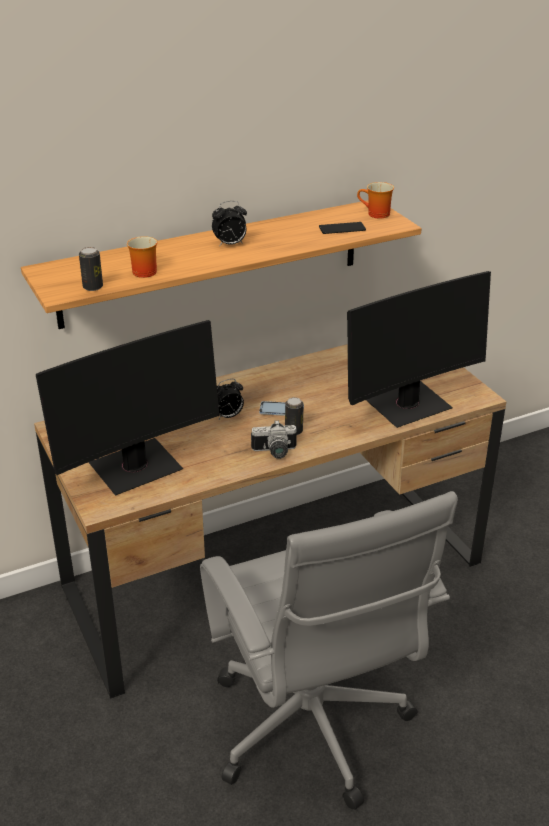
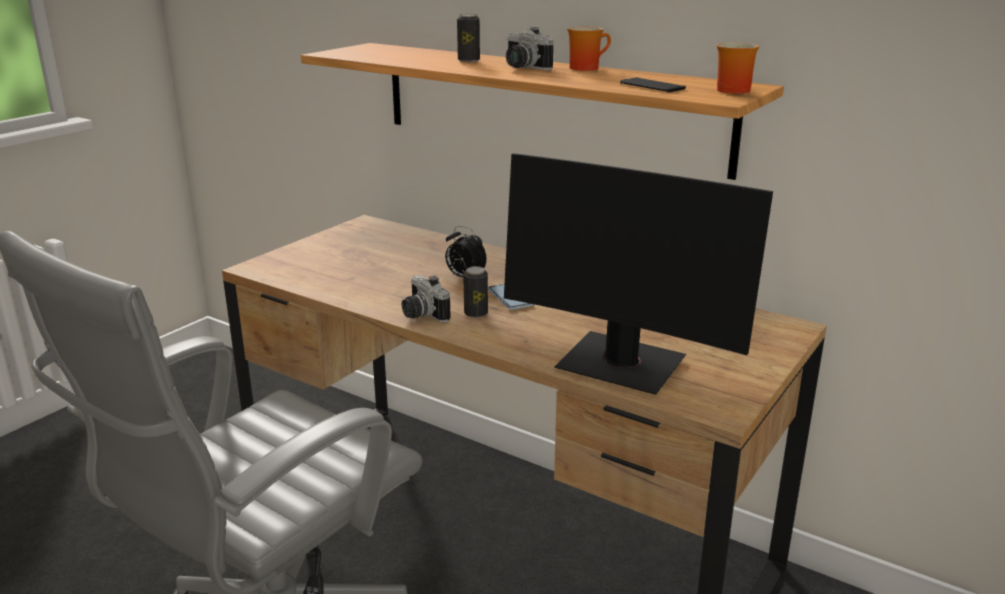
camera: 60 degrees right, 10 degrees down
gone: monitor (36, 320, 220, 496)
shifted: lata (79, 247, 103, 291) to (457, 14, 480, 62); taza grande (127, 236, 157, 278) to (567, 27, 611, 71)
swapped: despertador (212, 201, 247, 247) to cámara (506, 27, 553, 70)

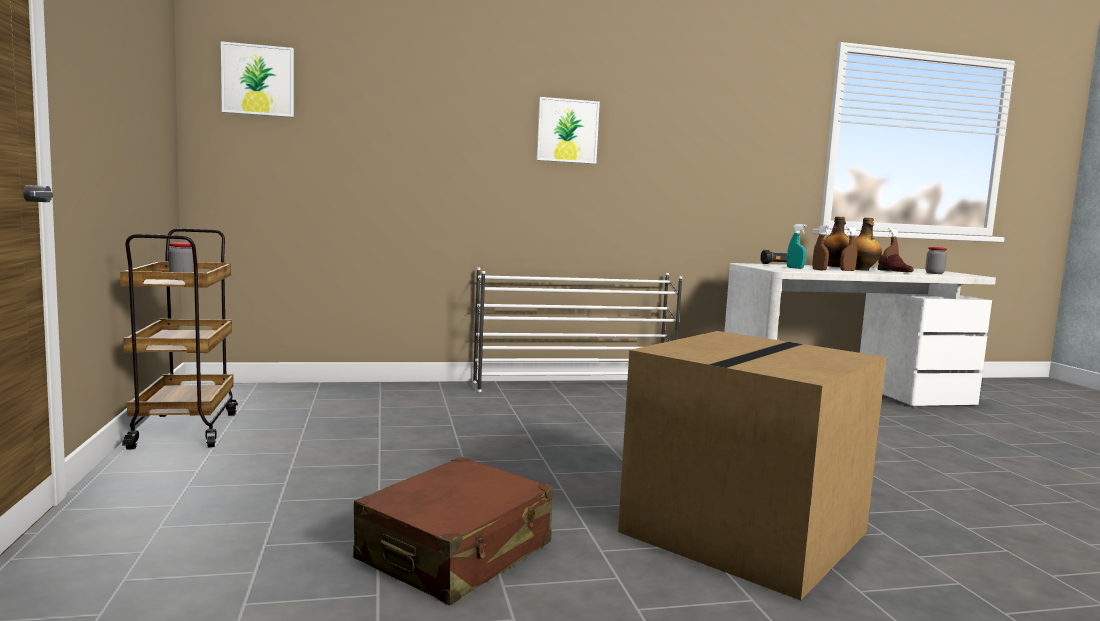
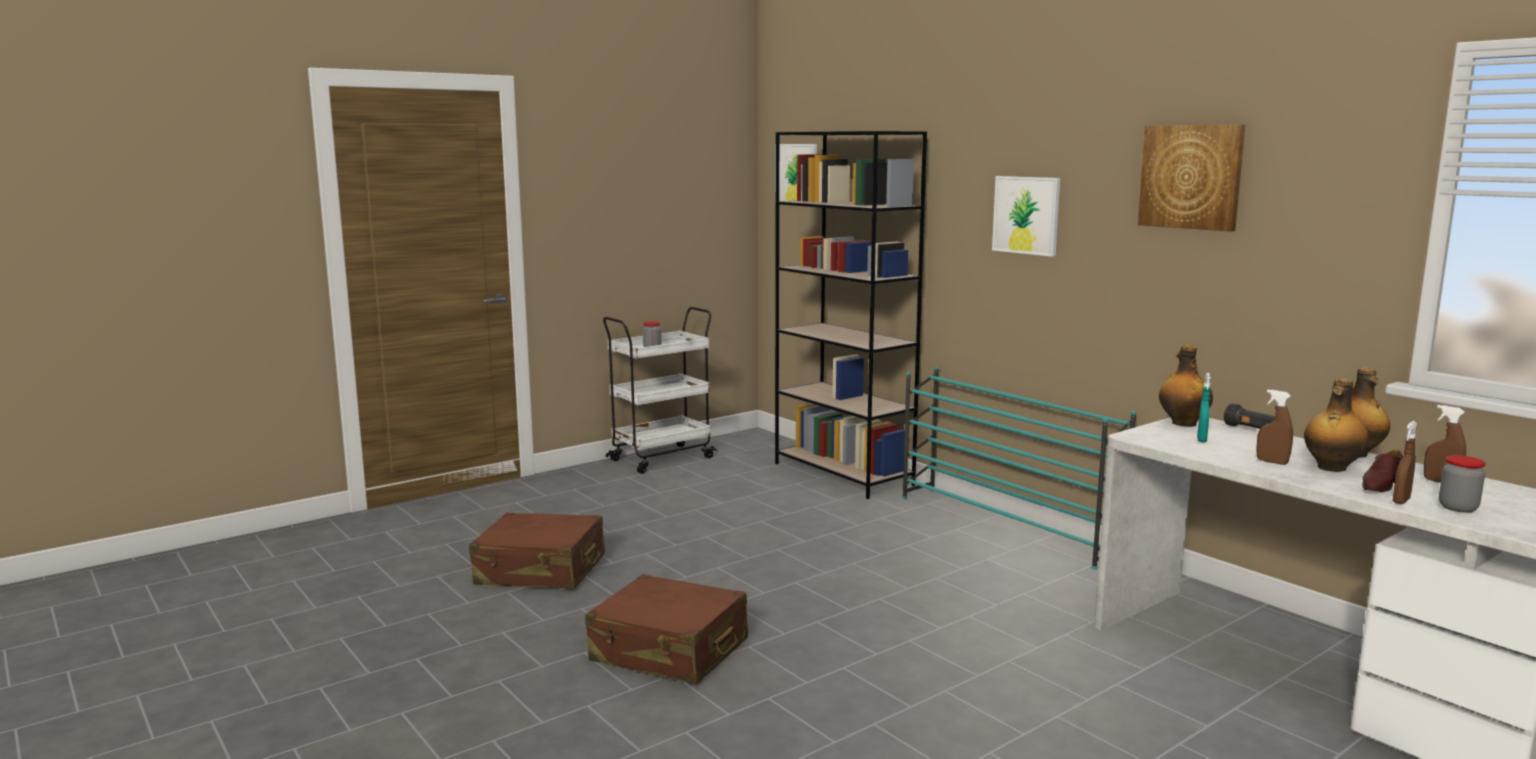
camera: 65 degrees right, 5 degrees up
new: estantería (beis) (775, 131, 927, 499); cuadro (1138, 124, 1245, 232); botella (1159, 345, 1213, 427)
shifted: pulverizador (marrón) (812, 225, 830, 270) to (1393, 421, 1417, 504)
swapped: caja de cartón (618, 331, 886, 600) to maleta (marrón) (585, 574, 748, 684)
repainted: carrito (marrón) (120, 229, 238, 450) to carrito (blanco) (603, 307, 717, 474); zapatero (blanco) (473, 268, 682, 392) to zapatero (turquesa) (902, 367, 1136, 570)

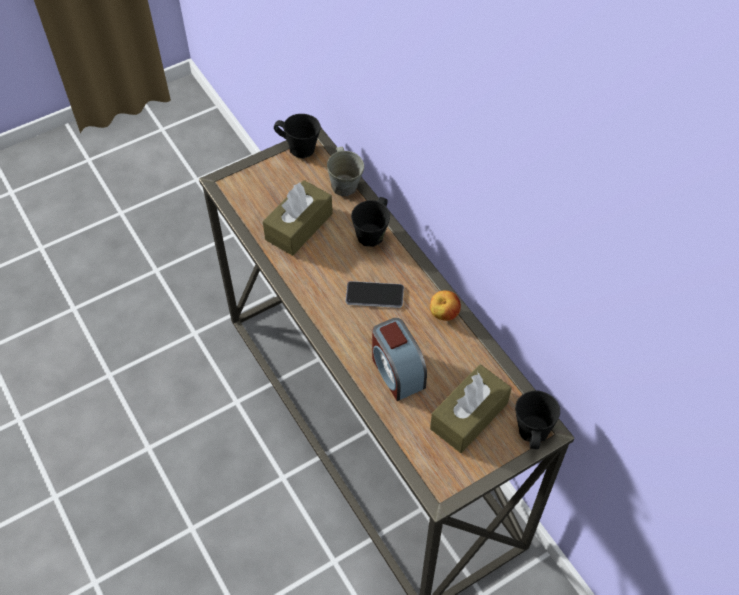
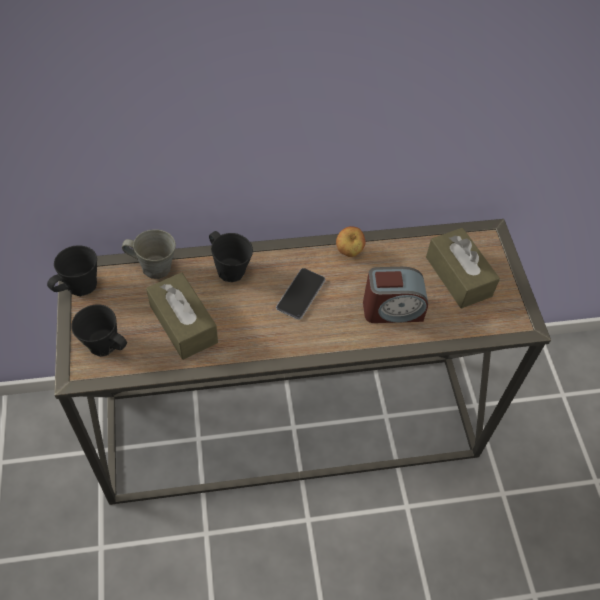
camera: 70 degrees left, 0 degrees up
shifted: taza grande (negro) (515, 391, 560, 449) to (71, 304, 127, 357)

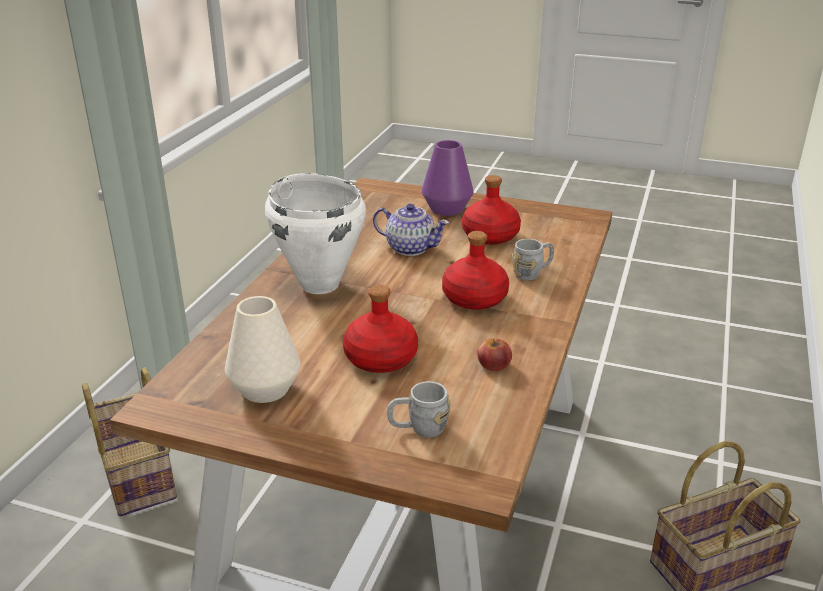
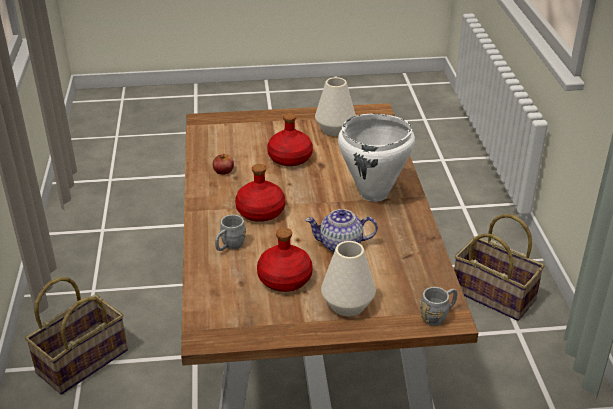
camera: 155 degrees right, 5 degrees up
shifted: taza grande (gris) (387, 381, 450, 438) to (420, 287, 457, 326)
repainted: florero (morado) (422, 140, 474, 216) to florero (blanco) (321, 241, 376, 316)

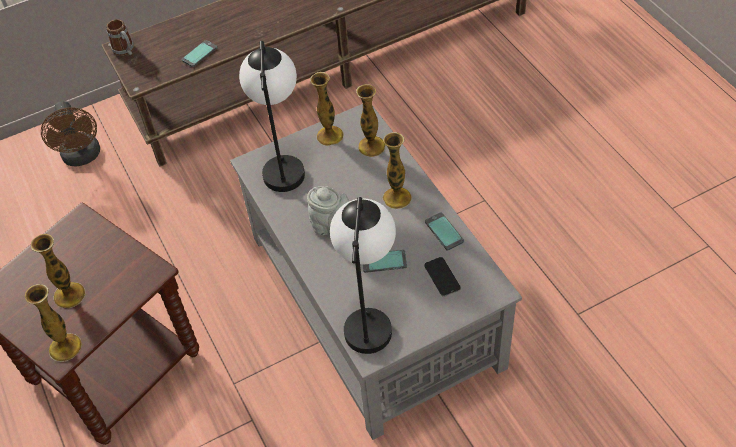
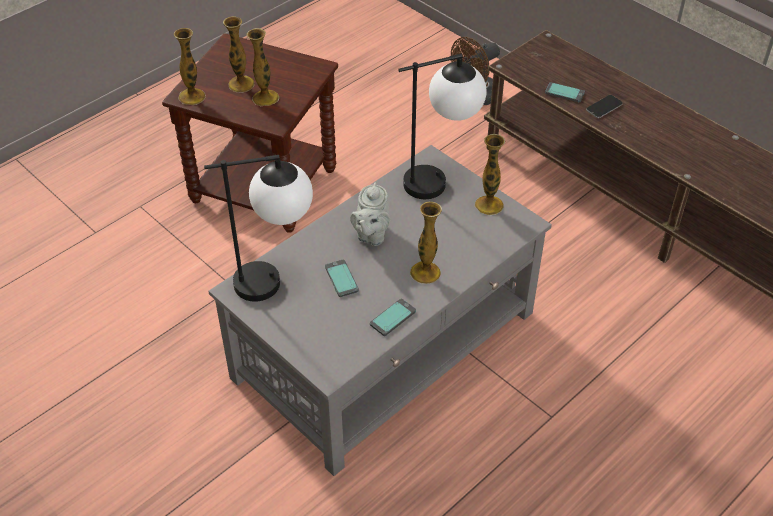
camera: 70 degrees right, 5 degrees down
gone: taza grande (106, 19, 134, 56)
shifted: florero (356, 84, 385, 157) to (247, 28, 279, 106); móvil (424, 257, 461, 297) to (586, 95, 623, 118)

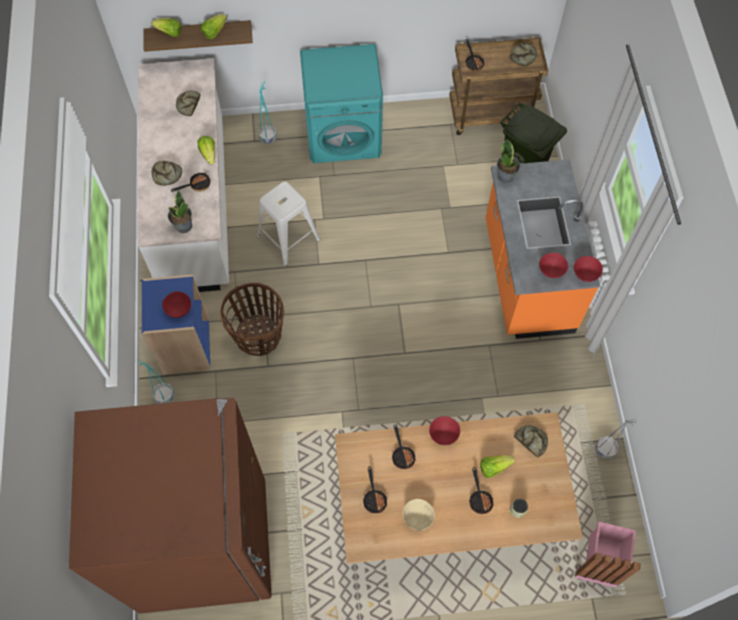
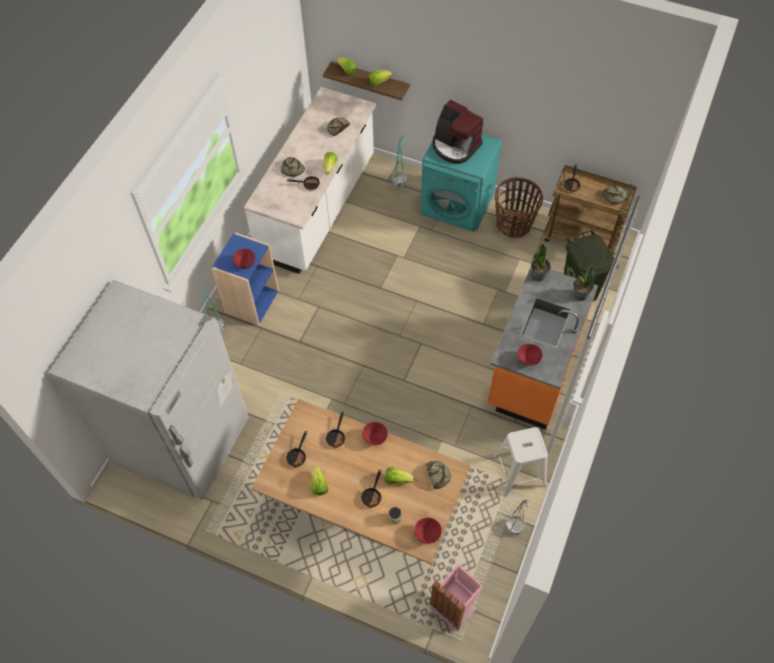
camera: 30 degrees right, 5 degrees down
new: cafetera (432, 100, 483, 164)
shifted: cuenco (rojo) (574, 256, 603, 282) to (414, 517, 442, 544); taburete (blanco) (257, 181, 320, 266) to (492, 427, 548, 496); cesta (220, 283, 284, 356) to (495, 177, 543, 238); planta en maceta (168, 190, 192, 233) to (573, 265, 596, 301)
swapped: cuenco (beis) (402, 499, 435, 531) to lechuga (311, 466, 328, 495)
repainted: nevera (marrón) (69, 398, 272, 614) to nevera (blanco) (48, 280, 249, 500)

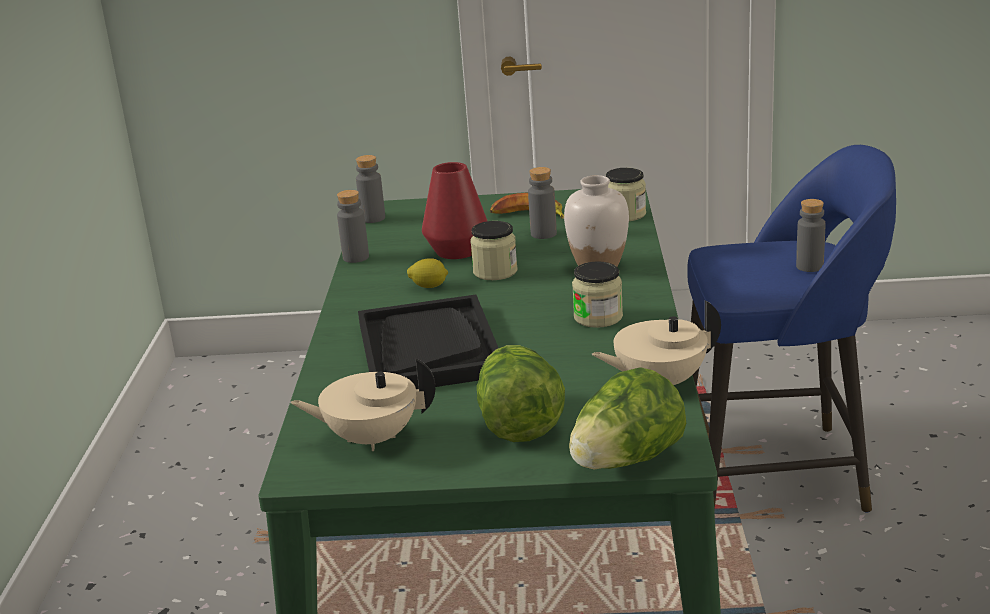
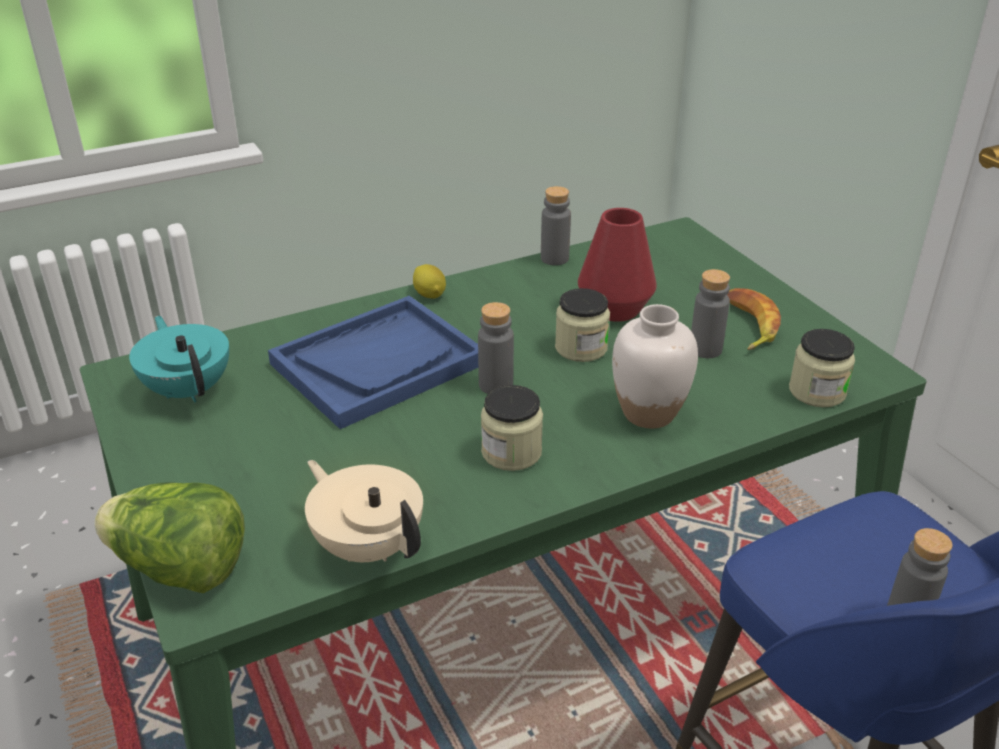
camera: 60 degrees right, 10 degrees up
gone: lechuga (477, 345, 565, 442)
shifted: limón (407, 258, 448, 288) to (413, 264, 446, 299); botella (gris) (356, 155, 385, 223) to (478, 302, 514, 394)
repainted: tetera (beis) (290, 358, 435, 451) to tetera (turquesa) (129, 316, 229, 402); bandeja (negro) (358, 294, 498, 389) to bandeja (azul) (268, 296, 478, 429)

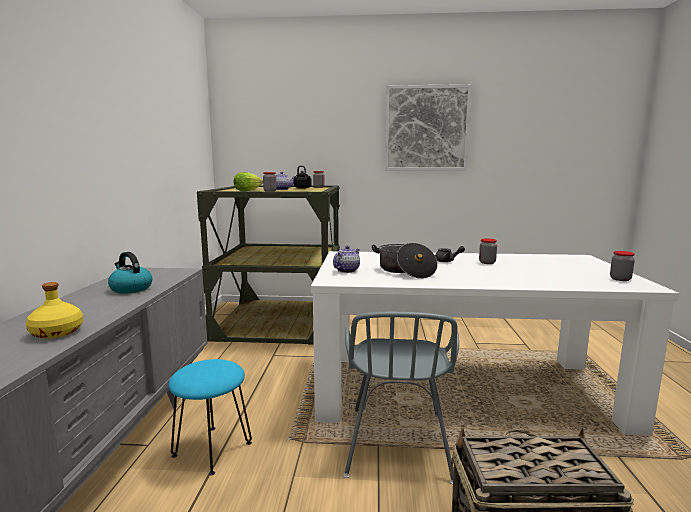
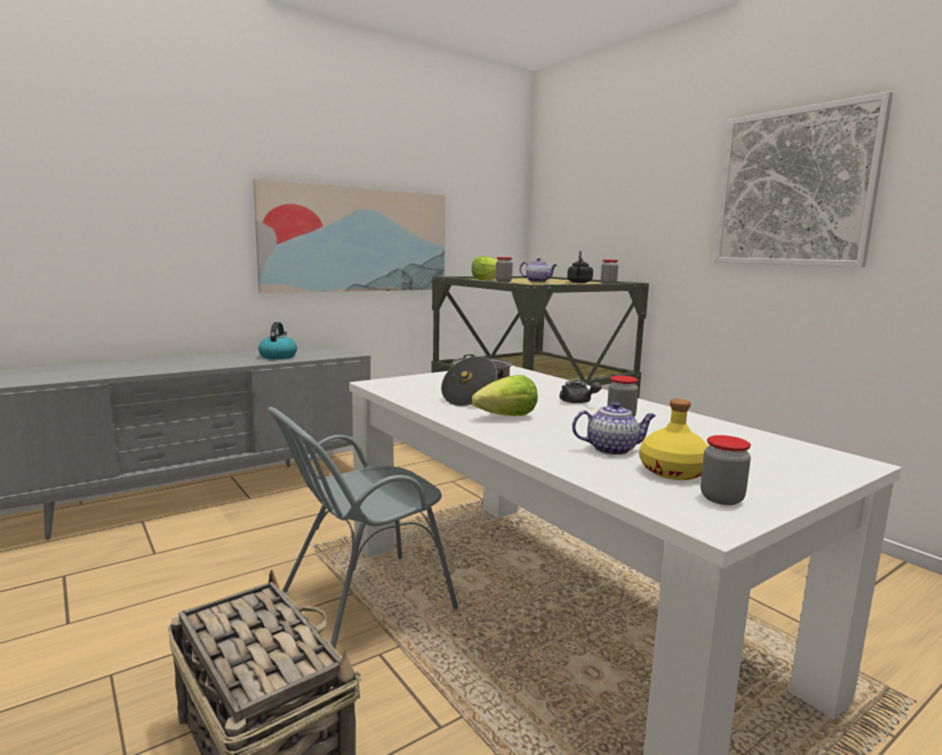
camera: 50 degrees right, 0 degrees up
gone: taburete (turquesa) (168, 359, 252, 476)
new: cuadro (253, 178, 445, 293); lechuga (472, 375, 538, 416)
shifted: tetera (333, 246, 360, 273) to (572, 401, 656, 455); botella (amarillo) (26, 282, 83, 339) to (640, 399, 708, 480)

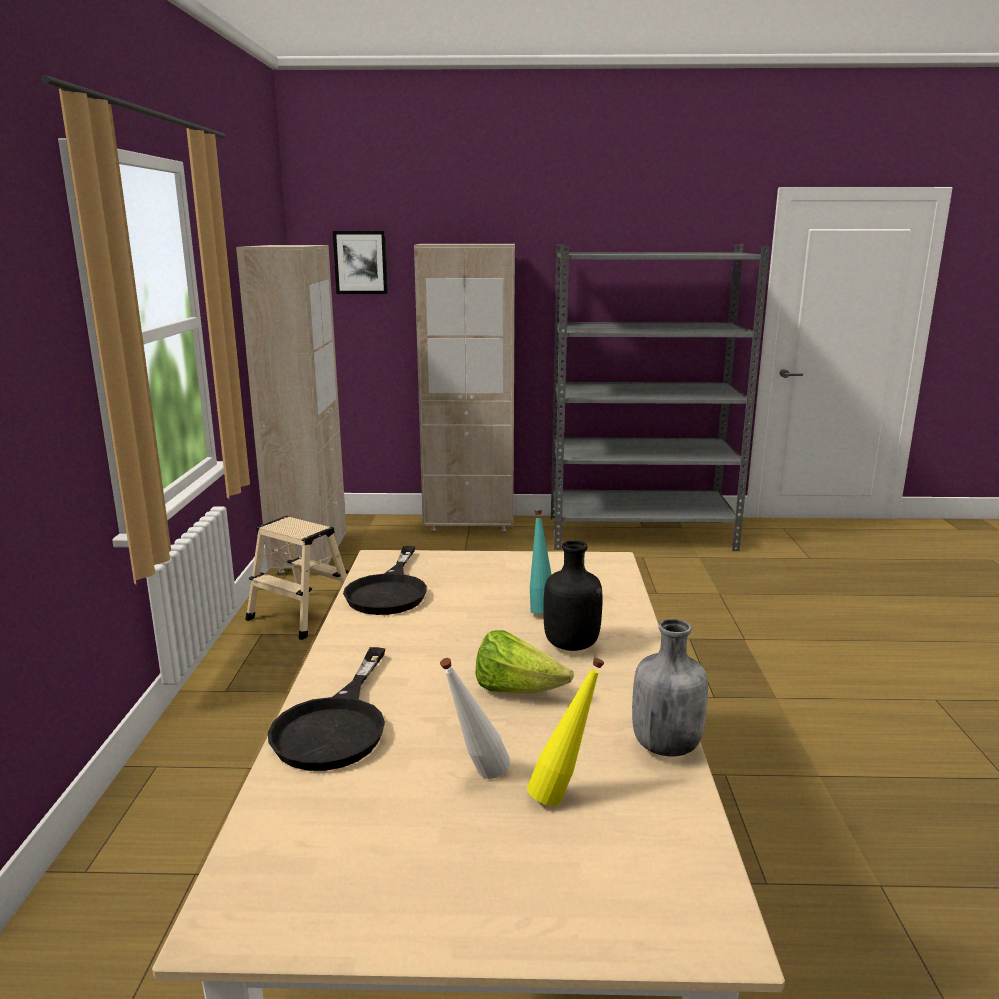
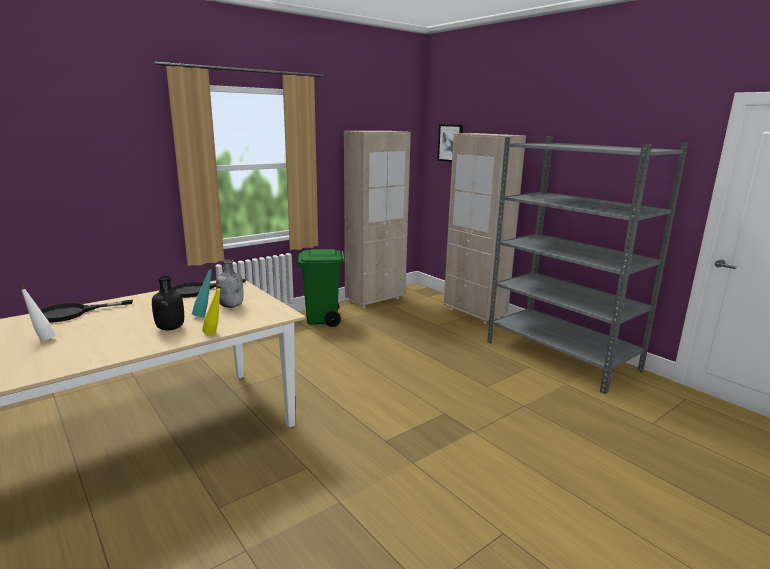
camera: 50 degrees right, 0 degrees up
gone: lechuga (476, 630, 574, 693)
shifted: botella (amarillo) (527, 658, 604, 806) to (202, 284, 222, 335); botella (gris) (632, 619, 708, 757) to (216, 259, 244, 308)
swapped: escalera de tijera (beis) (245, 516, 349, 640) to papelera (verde) (298, 249, 345, 327)

